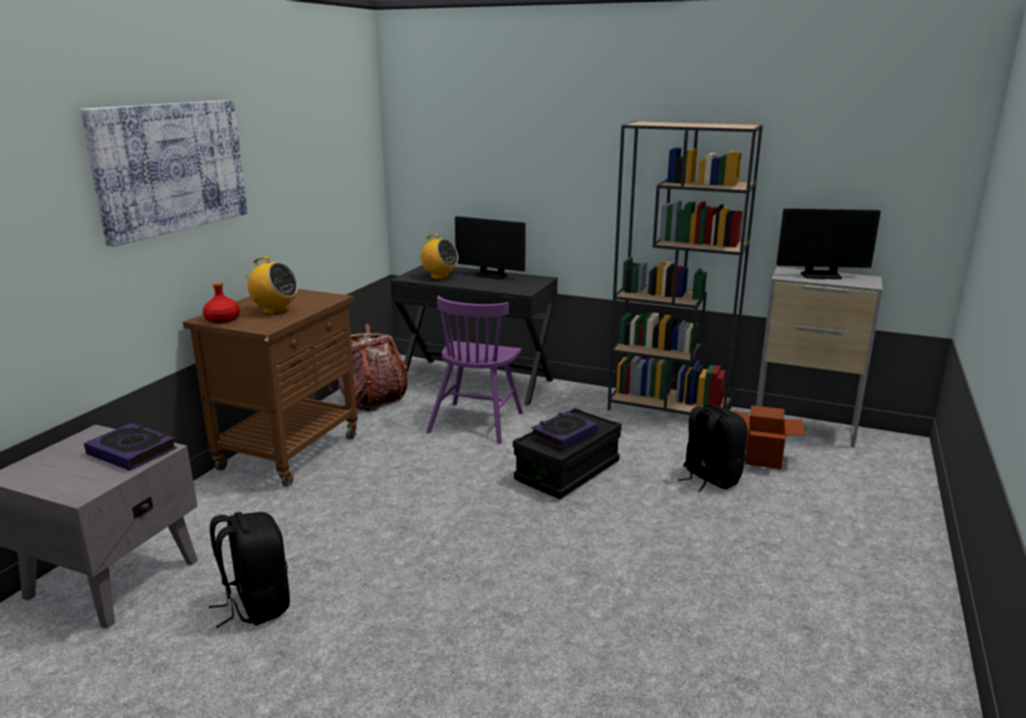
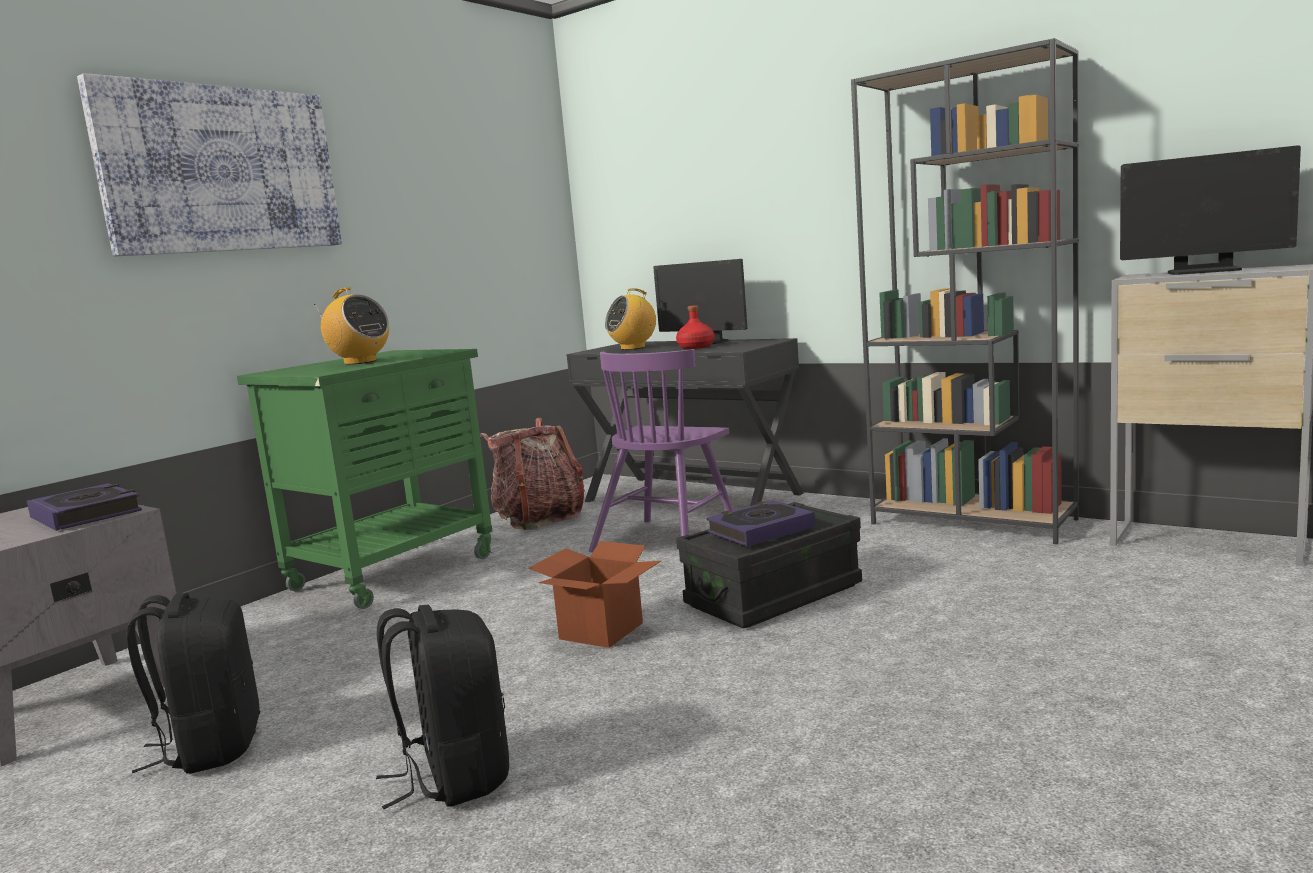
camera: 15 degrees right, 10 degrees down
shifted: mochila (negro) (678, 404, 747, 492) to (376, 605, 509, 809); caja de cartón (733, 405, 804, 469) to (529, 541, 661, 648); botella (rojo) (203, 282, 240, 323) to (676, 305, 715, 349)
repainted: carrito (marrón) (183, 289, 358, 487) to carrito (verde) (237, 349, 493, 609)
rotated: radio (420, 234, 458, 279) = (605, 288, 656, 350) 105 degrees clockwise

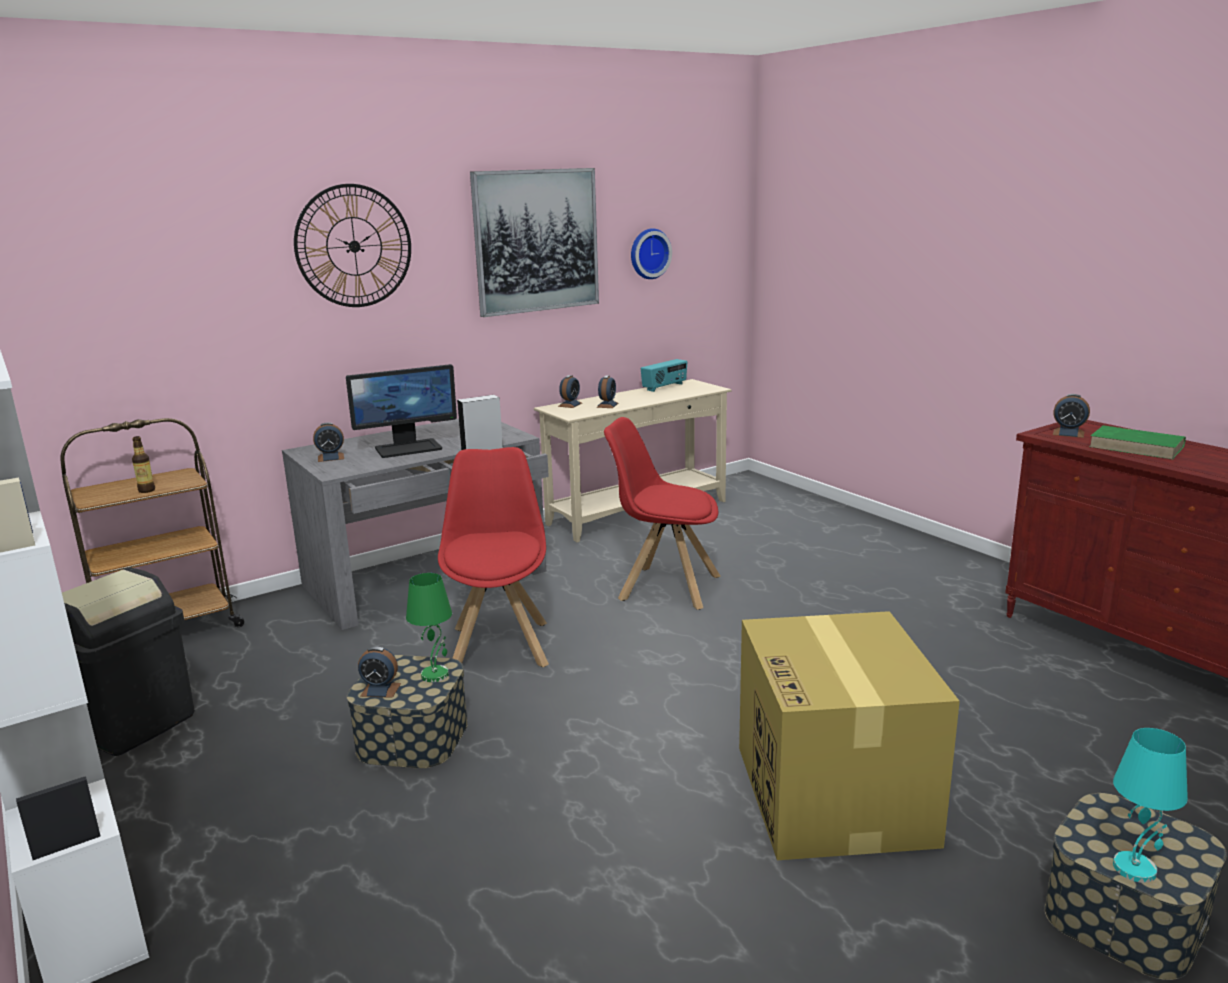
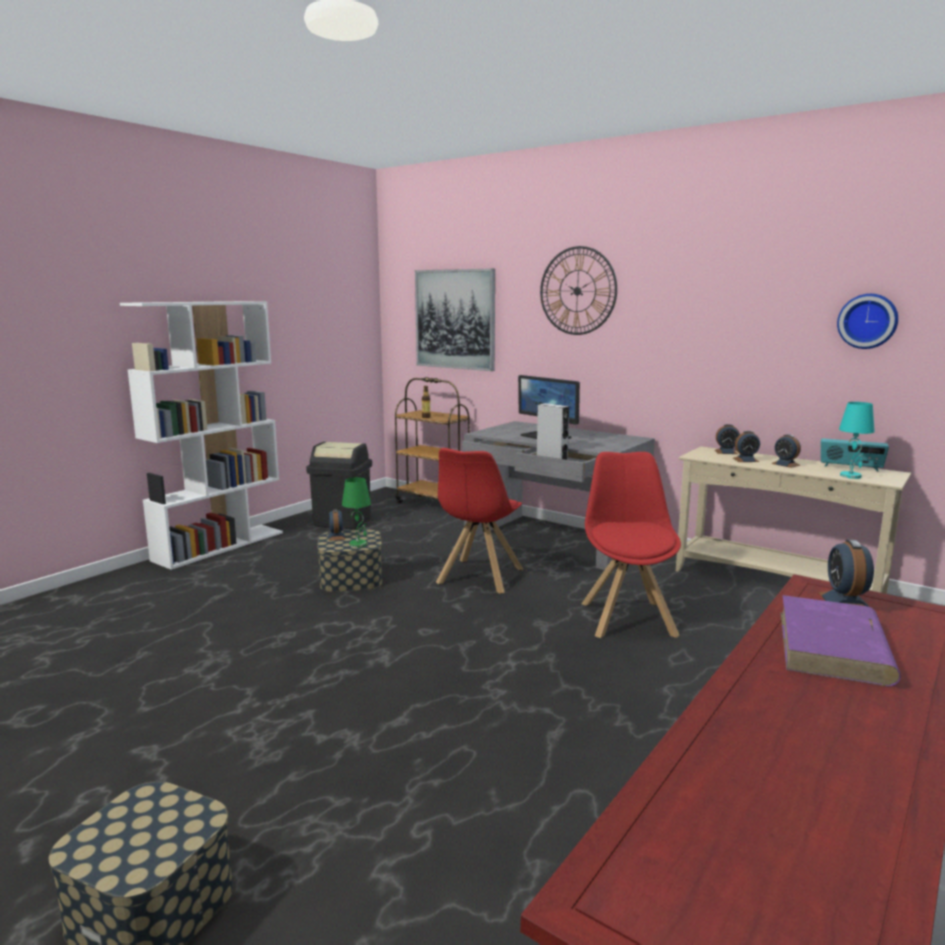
camera: 70 degrees right, 5 degrees down
gone: caja de cartón (739, 611, 960, 860)
shifted: cuadro (470, 168, 599, 317) to (415, 269, 495, 371); despertador (313, 422, 344, 462) to (771, 434, 801, 468); lámpara de mesa (turquesa) (1113, 728, 1188, 883) to (839, 402, 875, 479)
repainted: libro (verde) (1089, 425, 1186, 460) to libro (morado) (781, 595, 901, 686)
rotated: silla (rojo) (438, 447, 549, 667) = (436, 448, 523, 594) 135 degrees clockwise

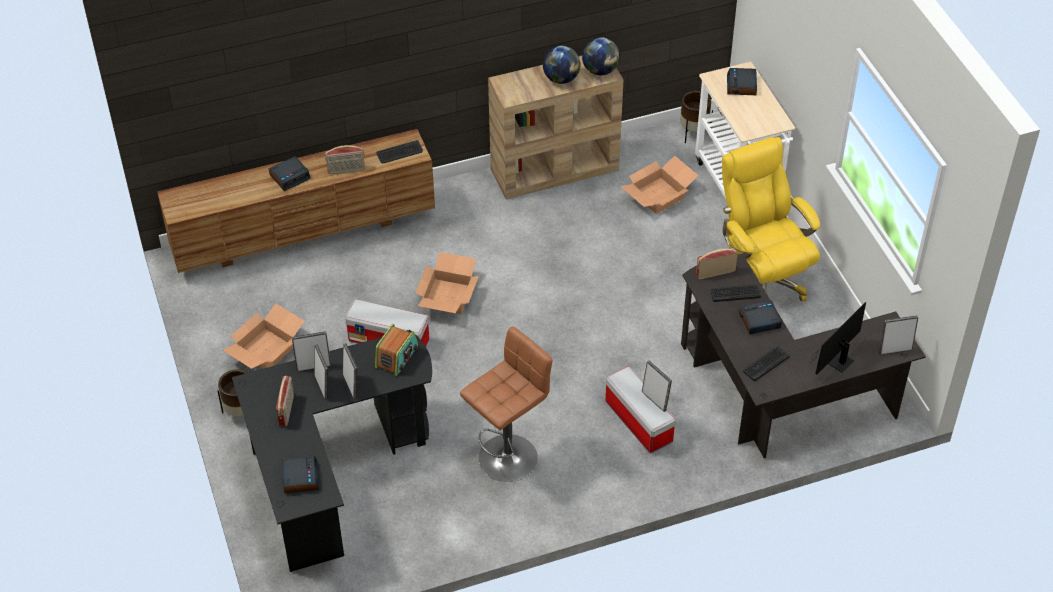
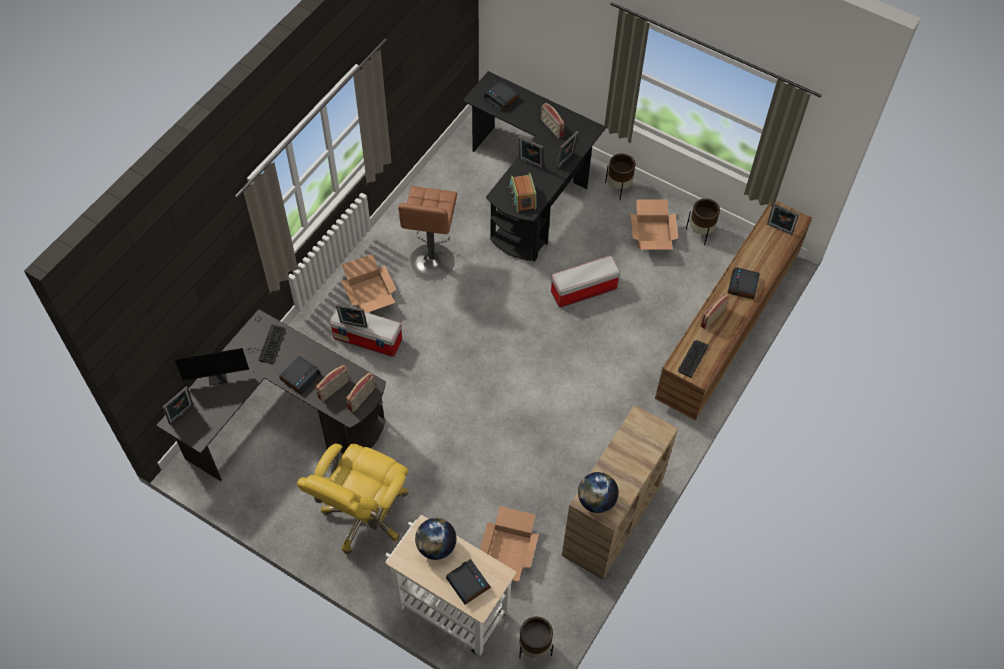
camera: 140 degrees right, 10 degrees up
new: maceta (marrón) (686, 198, 720, 245)
shifted: caja de cartón (415, 252, 479, 314) to (341, 254, 396, 313); globo terráqueo (543, 46, 580, 84) to (415, 518, 457, 560); portarretratos (314, 344, 328, 400) to (767, 203, 799, 235)
swapped: teclado (710, 285, 761, 302) to radio (316, 364, 350, 402)
rotated: monitor (806, 302, 866, 374) = (174, 348, 259, 386) 75 degrees clockwise; silla de oficina (amarillo) (722, 137, 820, 302) = (297, 444, 409, 554) 90 degrees clockwise

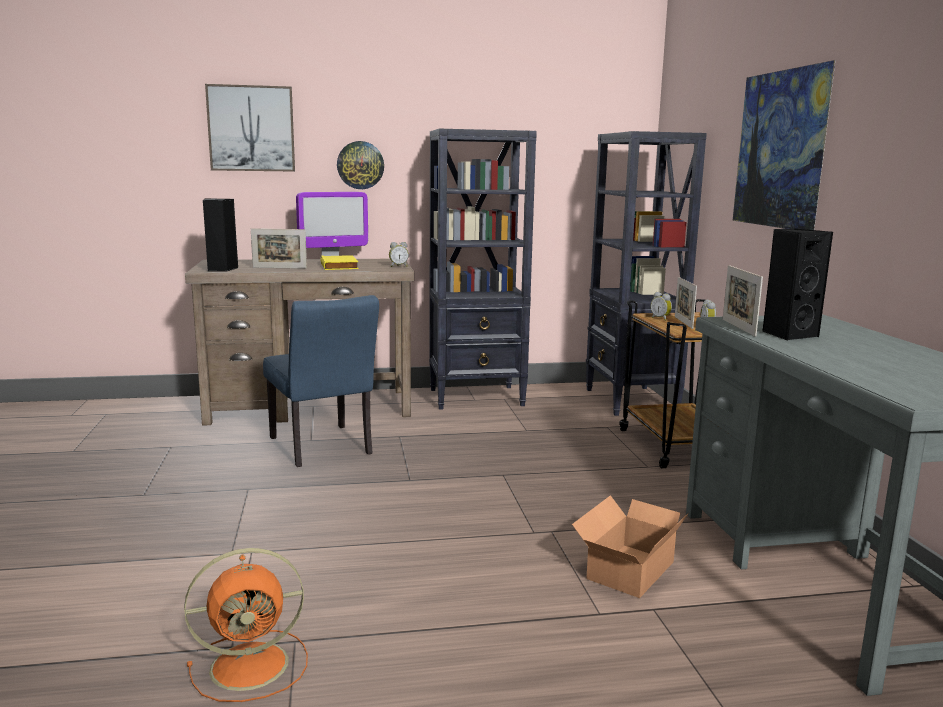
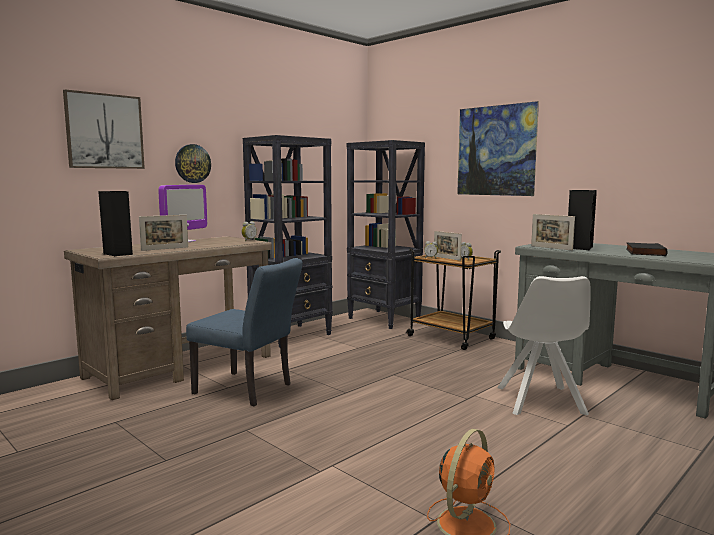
camera: 35 degrees left, 5 degrees down
gone: libro (amarillo) (320, 255, 359, 270)
new: libro (negro) (626, 243, 668, 256)
swapped: caja de cartón (572, 495, 689, 598) to silla (blanco) (497, 276, 590, 416)

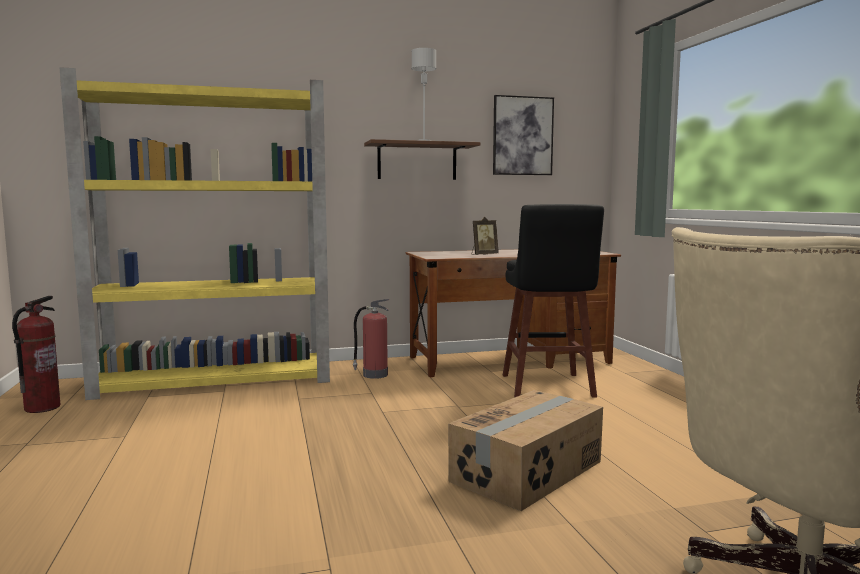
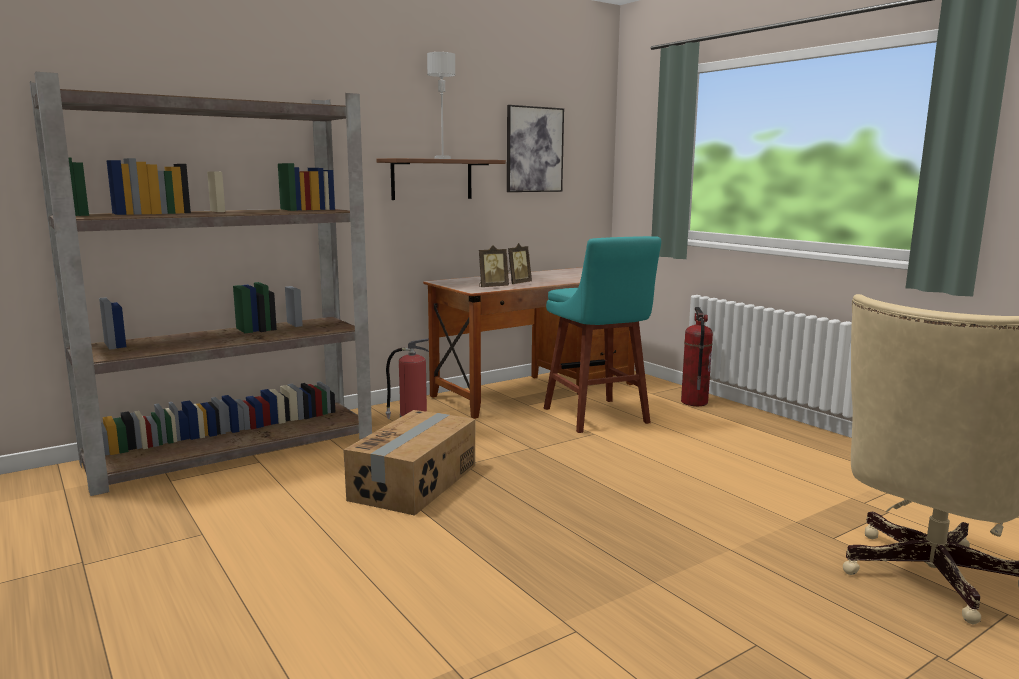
camera: 20 degrees left, 5 degrees up
new: portarretratos (479, 245, 509, 287)
shifted: caja de cartón (448, 390, 603, 511) to (343, 410, 475, 516); extintor (12, 296, 61, 413) to (681, 307, 713, 406)
repainted: estantería (amarillo) (59, 67, 330, 400) to estantería (marrón) (29, 72, 372, 496); taburete (negro) (503, 204, 604, 398) to taburete (turquesa) (544, 236, 661, 433)

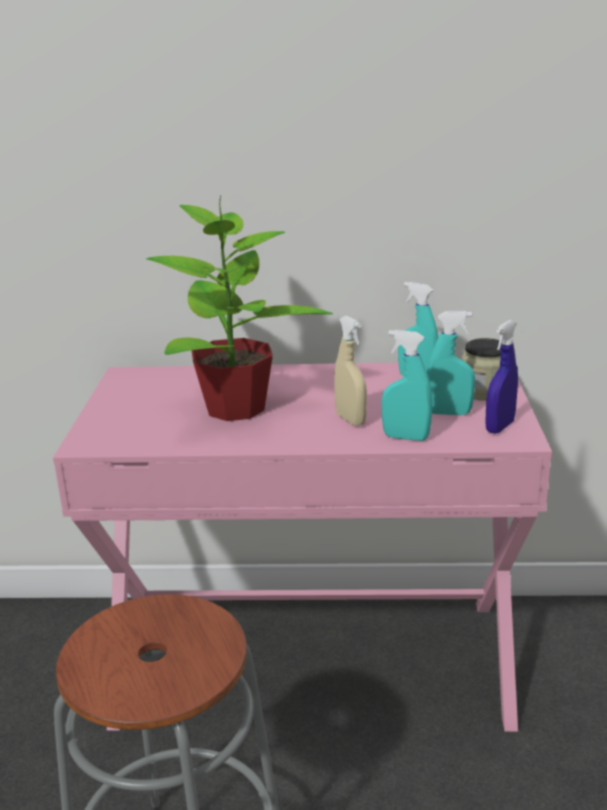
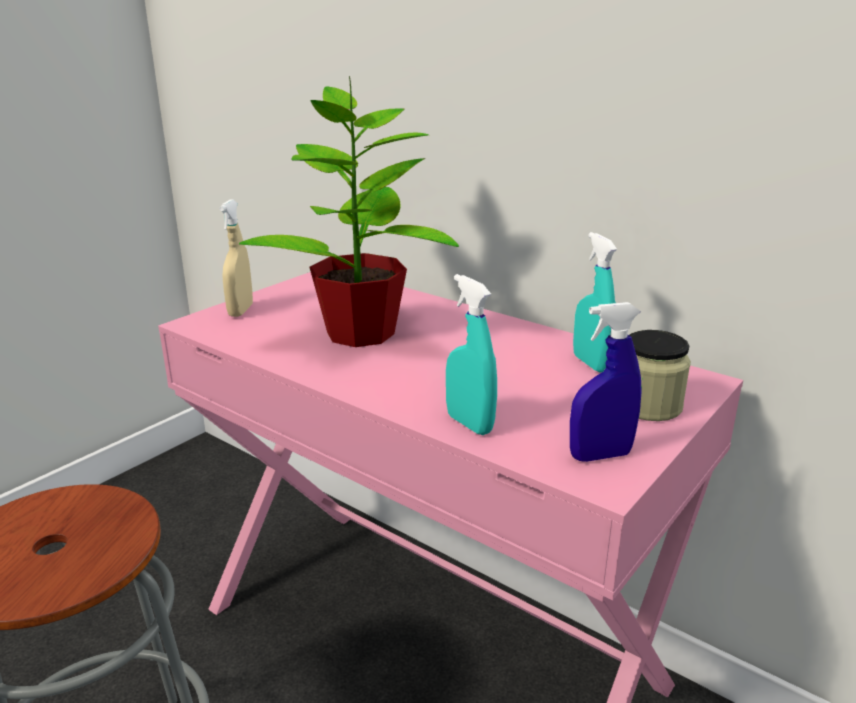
camera: 35 degrees right, 0 degrees up
gone: pulverizador (turquesa) (427, 311, 475, 415)
shifted: pulverizador (beis) (334, 316, 367, 426) to (219, 200, 253, 317)

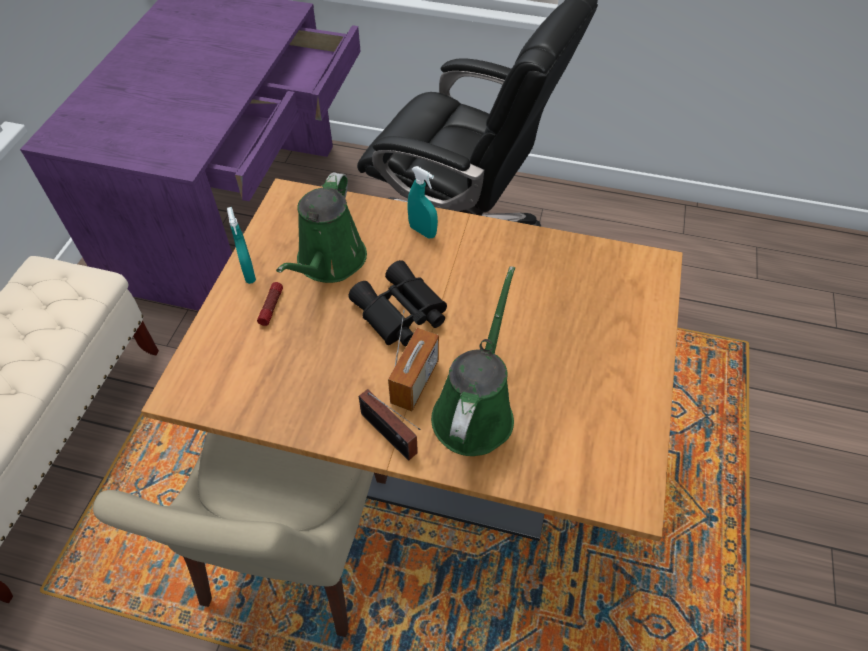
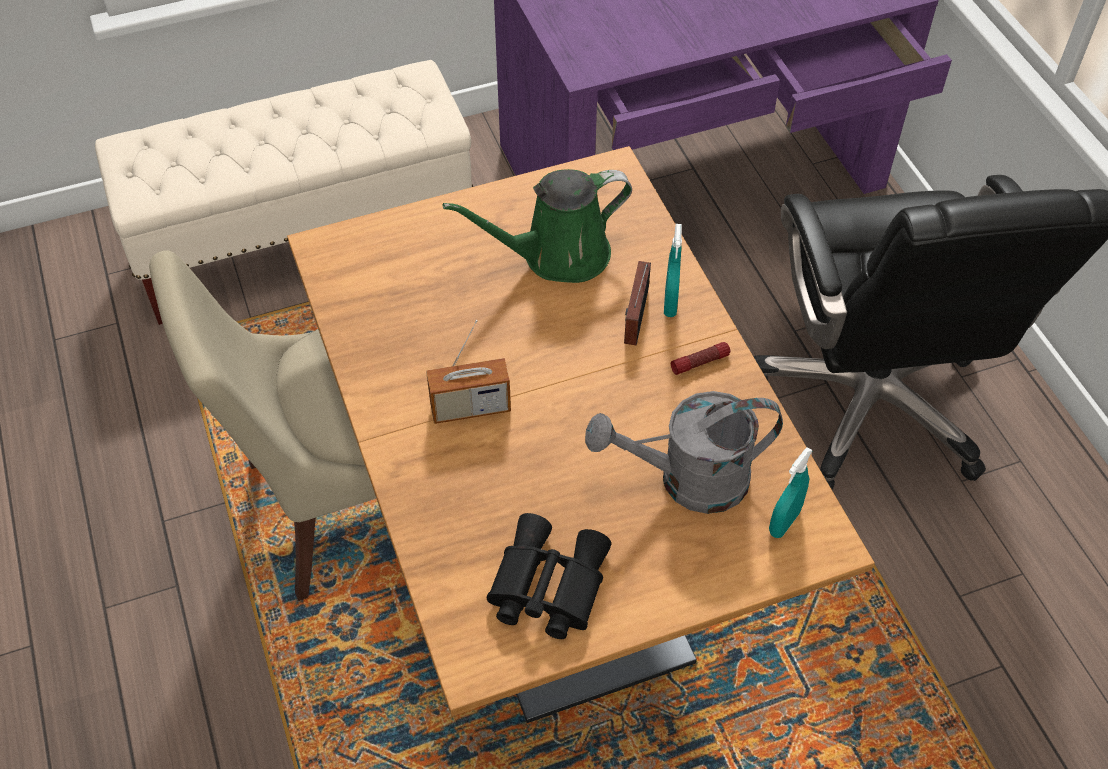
camera: 55 degrees right, 0 degrees up
gone: regadera (verde) (431, 266, 515, 456)
new: regadera (gris) (585, 391, 783, 514)
shifted: prismáticos (negro) (349, 260, 447, 346) to (487, 513, 611, 639); radio (358, 389, 421, 461) to (624, 261, 651, 345); linterna (257, 282, 283, 326) to (671, 342, 730, 375); pulverizador (turquesa) (227, 207, 256, 284) to (769, 447, 813, 538)

